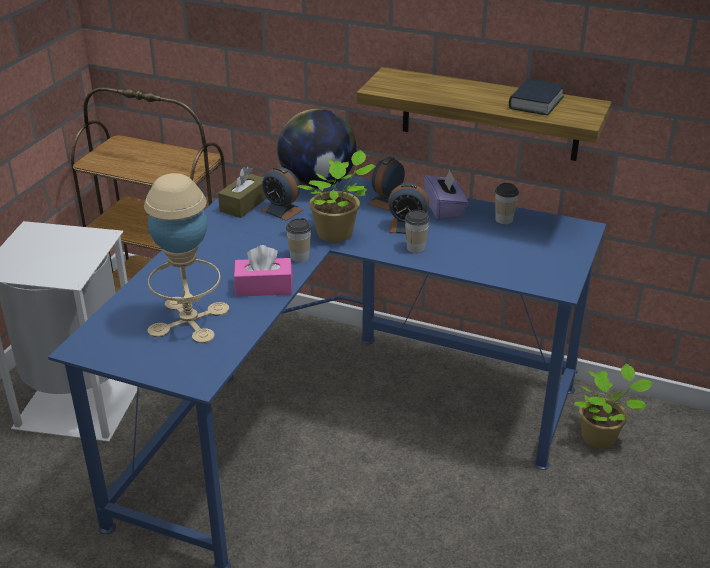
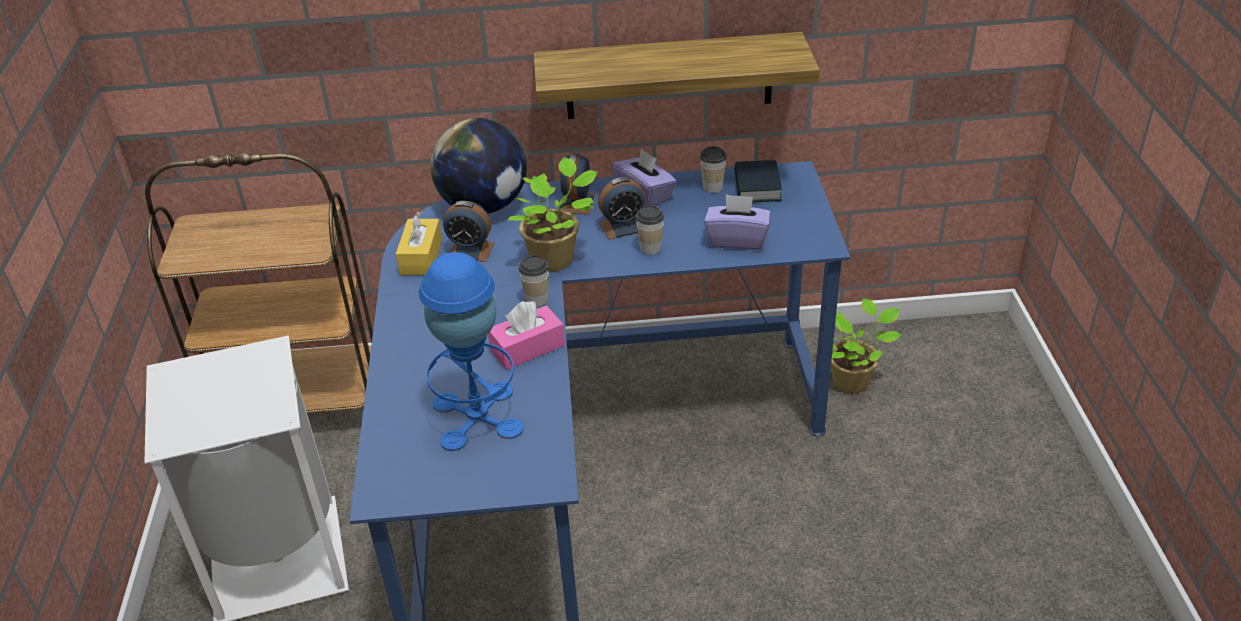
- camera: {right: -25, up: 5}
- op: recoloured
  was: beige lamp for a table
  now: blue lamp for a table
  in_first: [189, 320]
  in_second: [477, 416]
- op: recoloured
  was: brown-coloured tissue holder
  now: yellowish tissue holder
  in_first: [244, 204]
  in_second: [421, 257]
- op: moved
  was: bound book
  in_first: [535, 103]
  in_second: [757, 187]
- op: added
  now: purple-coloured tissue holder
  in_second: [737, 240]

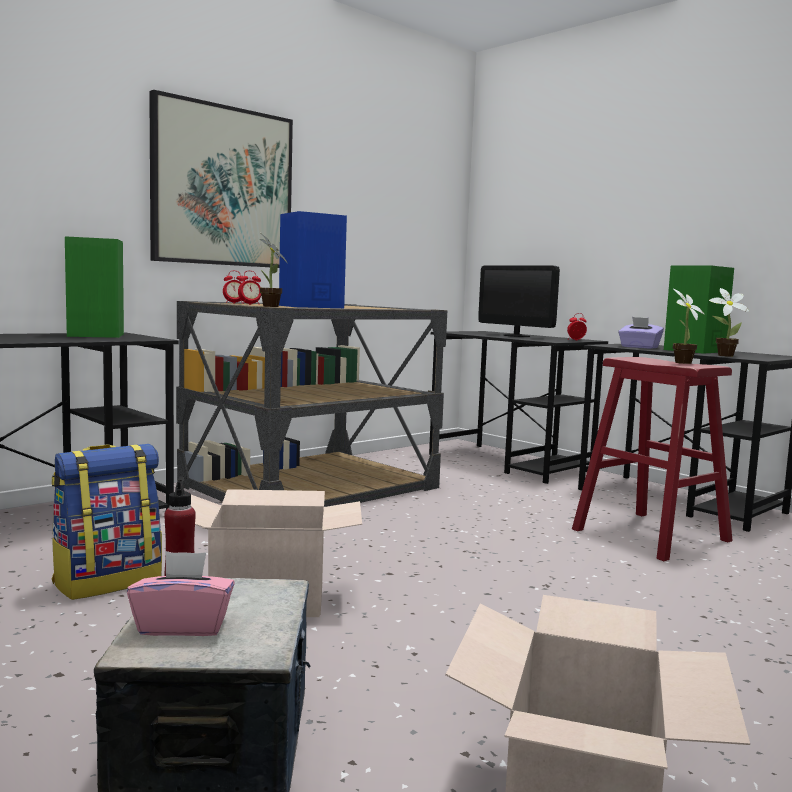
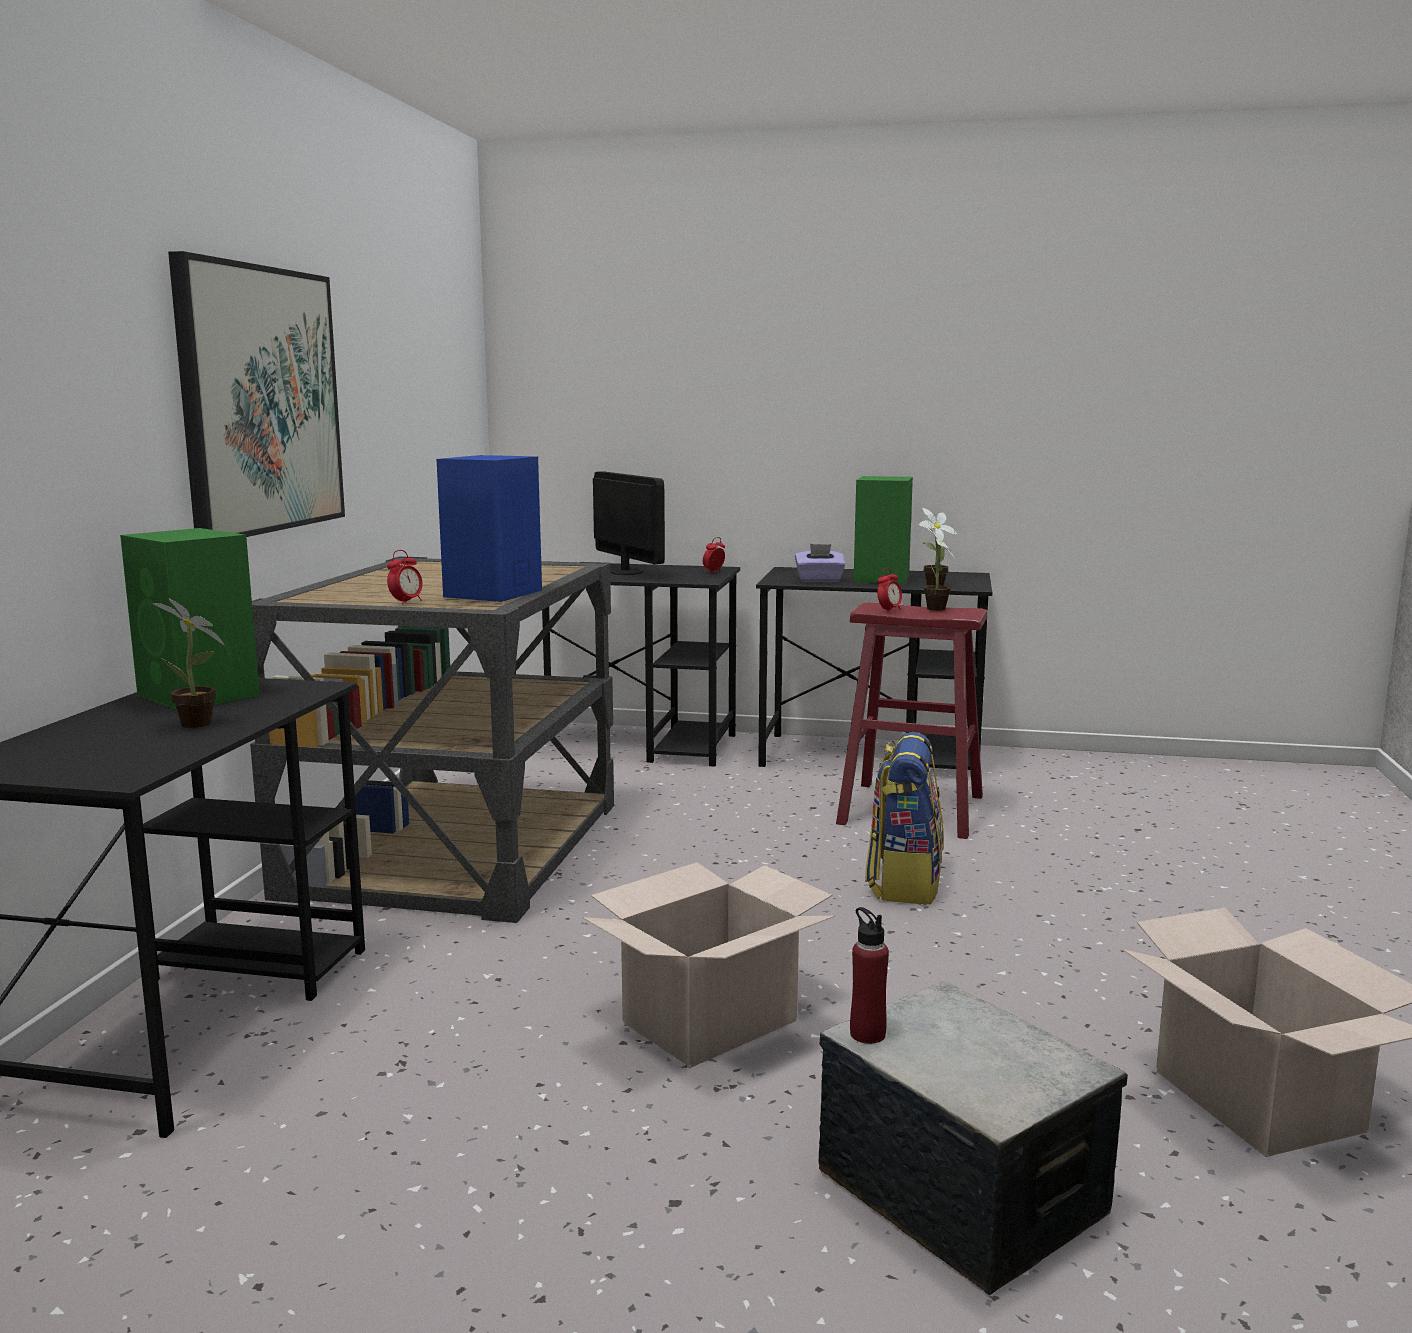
- camera: {right: -35, up: 5}
- op: moved
  was: rucksack
  in_first: [108, 581]
  in_second: [904, 883]
- op: removed
  was: pinkish tissue holder
  in_first: [183, 626]
- op: moved
  was: table clock
  in_first: [234, 303]
  in_second: [889, 610]
- op: moved
  was: potted plant
  in_first: [270, 306]
  in_second: [198, 725]
- op: turned
  was: computer display
  in_first: [516, 336]
  in_second: [625, 572]
  clockwise: -135

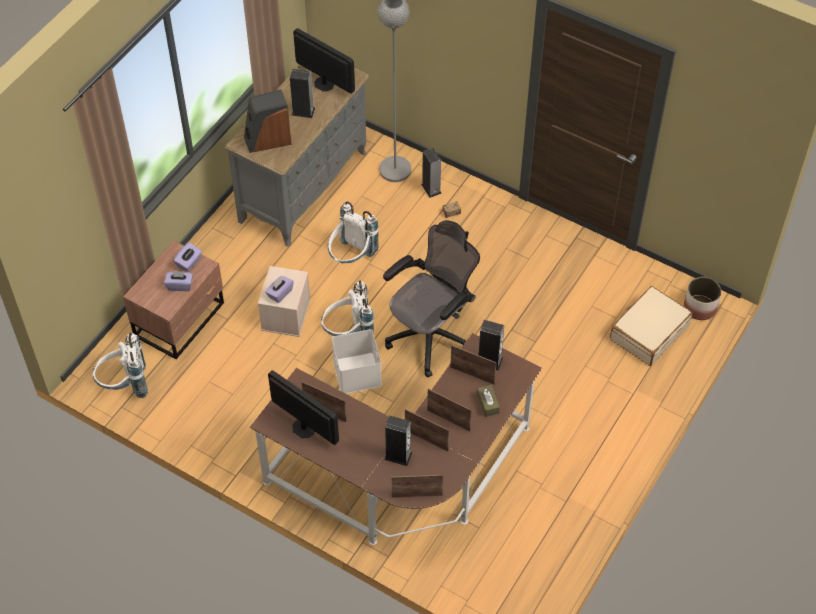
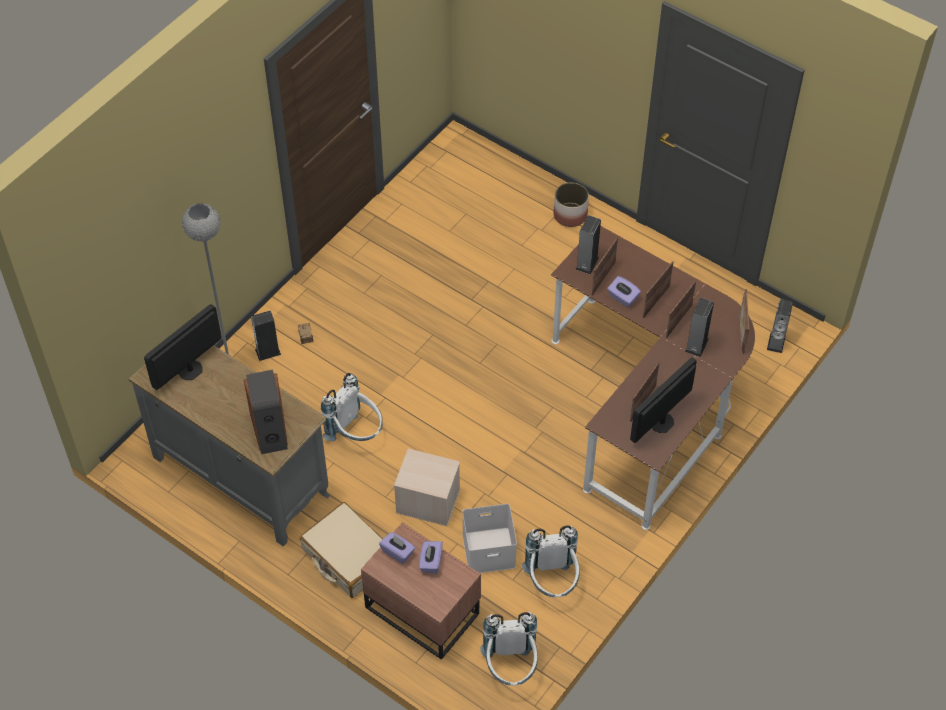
- camera: {right: -85, up: 0}
- op: moved
  was: purple-coloured tissue holder
  in_first: [280, 293]
  in_second: [622, 298]
- op: moved
  was: audio speaker
  in_first: [303, 111]
  in_second: [776, 342]
- op: moved
  was: whitish rucksack
  in_first: [349, 334]
  in_second: [552, 582]
- op: moved
  was: whitish storage bin
  in_first: [356, 372]
  in_second: [488, 551]
- op: removed
  was: computer chair
  in_first: [431, 336]
- op: removed
  was: brown-coloured tissue holder
  in_first: [488, 404]
- op: moved
  was: beige piece of luggage
  in_first: [648, 332]
  in_second: [348, 557]
- op: moved
  was: planter
  in_first: [699, 307]
  in_second: [570, 215]

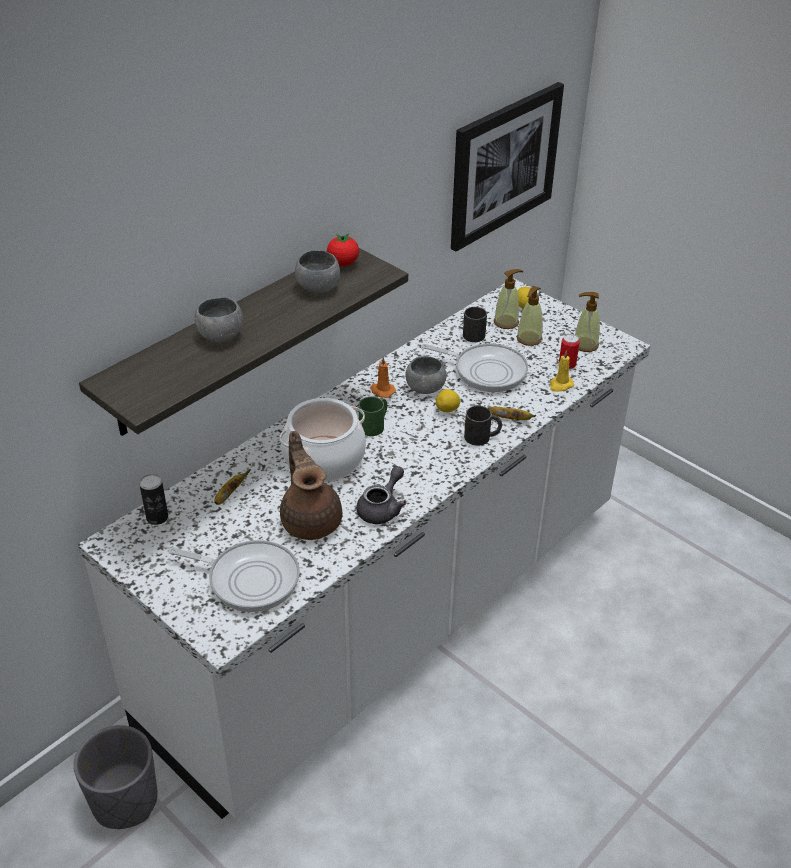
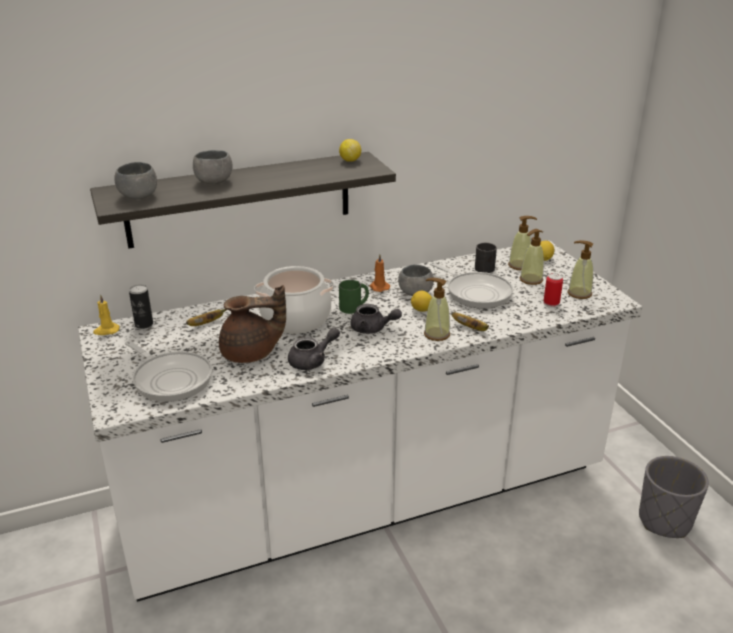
- camera: {right: 25, up: -10}
- op: moved
  was: grey planter
  in_first: [125, 801]
  in_second: [664, 520]
- op: turned
  was: brown-coloured pot for tea
  in_first: [311, 519]
  in_second: [251, 354]
  clockwise: 75
- op: moved
  was: grey serving bowl
  in_first: [318, 287]
  in_second: [138, 196]
- op: replaced
  was: fresh tomato
  now: whole lemon
  in_first: [343, 263]
  in_second: [350, 160]
- op: removed
  was: wall art
  in_first: [503, 165]
- op: replaced
  was: black-coloured tea mug
  now: soap bottle
  in_first: [482, 437]
  in_second: [436, 334]
- op: moved
  was: yellowish wax light
  in_first: [560, 385]
  in_second: [106, 330]
- op: added
  now: grey pot for tea
  in_second: [372, 329]

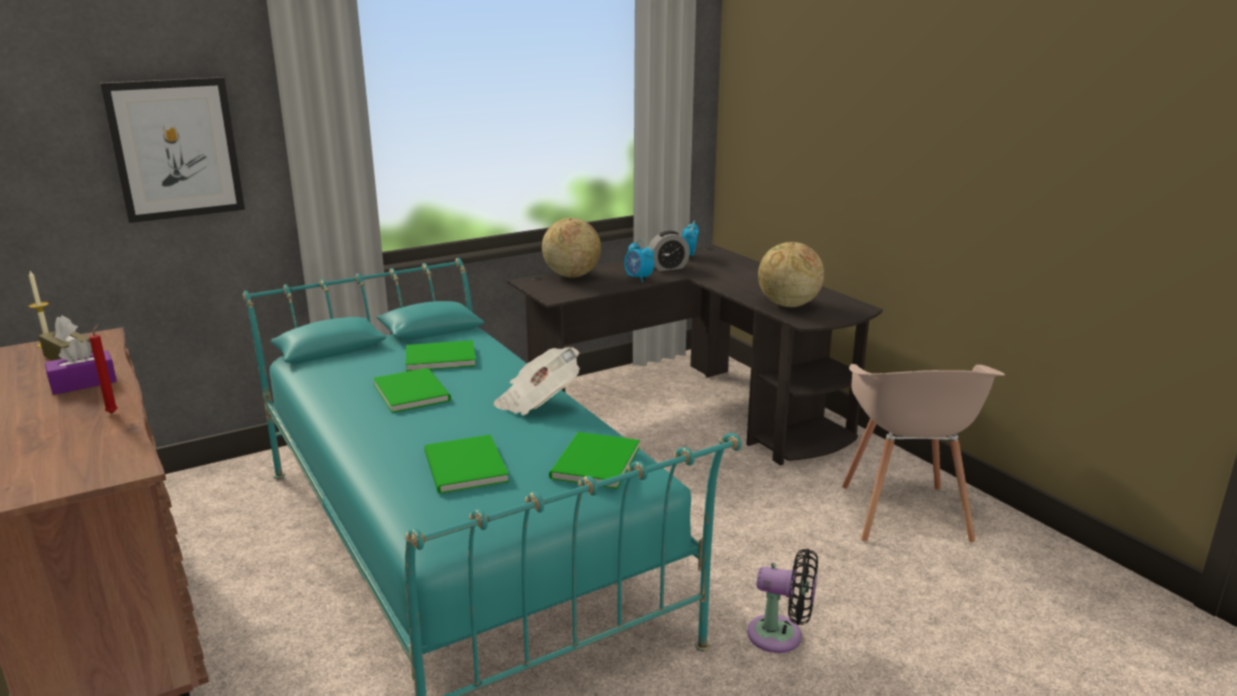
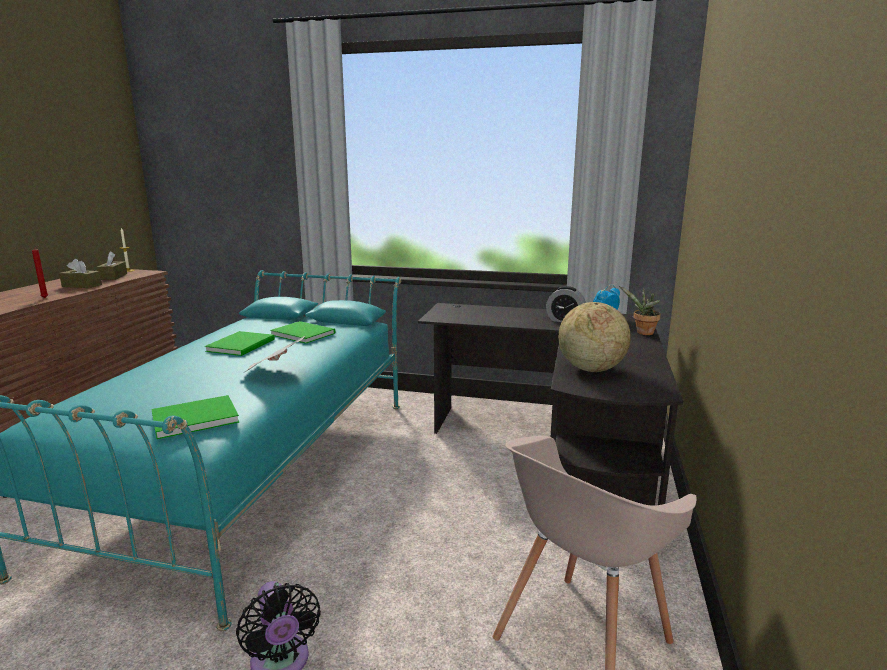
- camera: {right: 45, up: -5}
- op: recoloured
  was: purple-coloured tissue holder
  now: brown-coloured tissue holder
  in_first: [83, 383]
  in_second: [82, 285]
- op: removed
  was: wall art
  in_first: [175, 149]
- op: removed
  was: greenish bound book
  in_first: [464, 468]
- op: removed
  was: world globe
  in_first: [571, 275]
- op: removed
  was: table clock
  in_first: [638, 278]
- op: added
  now: potted plant
  in_second: [642, 333]

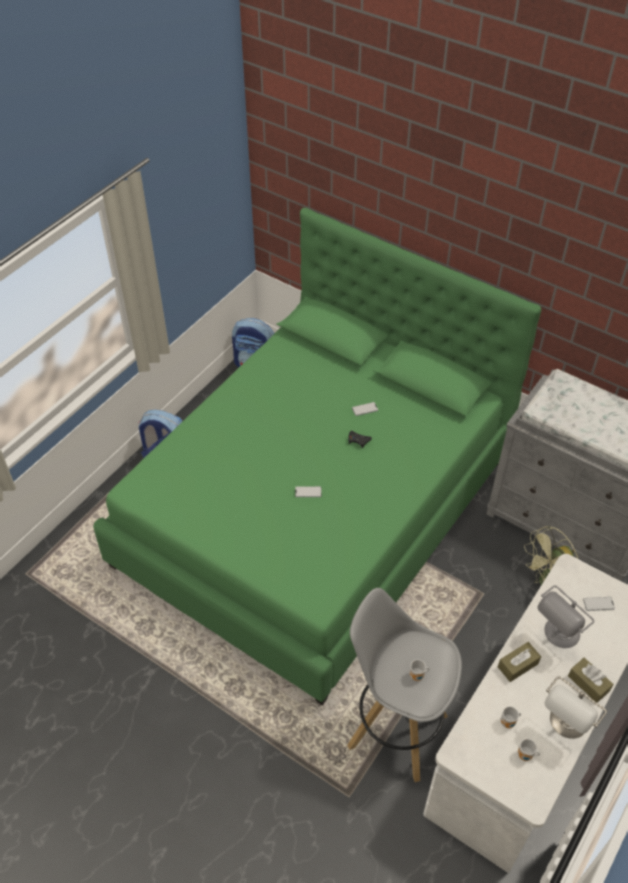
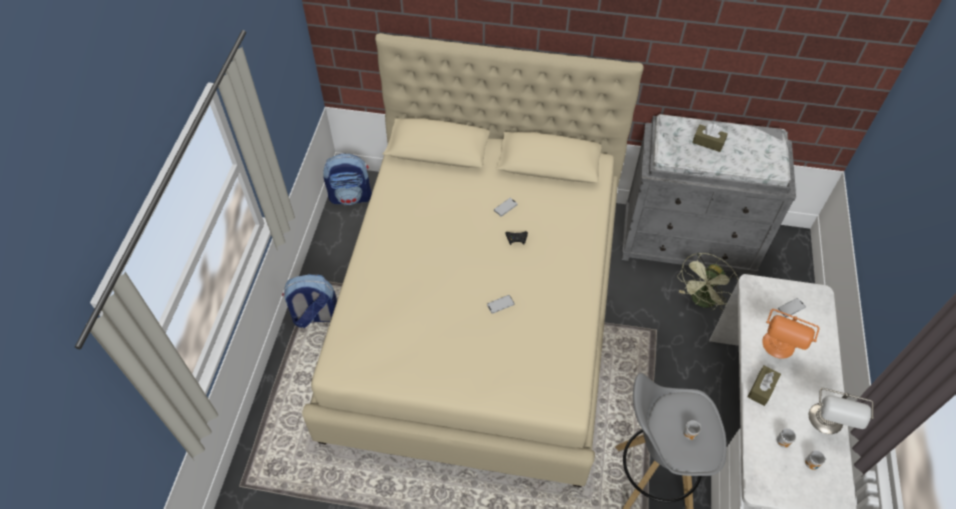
- camera: {right: -25, up: 5}
- op: recoloured
  was: greenish bed
  now: beige bed
  in_first: [314, 511]
  in_second: [478, 313]
- op: recoloured
  was: grey lamp for a table
  now: orangey lamp for a table
  in_first: [557, 637]
  in_second: [777, 350]
- op: moved
  was: brown-coloured tissue holder
  in_first: [588, 683]
  in_second: [708, 142]

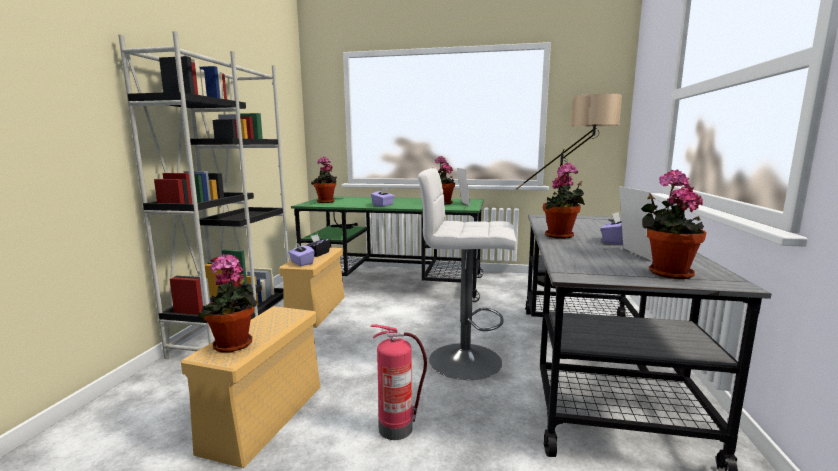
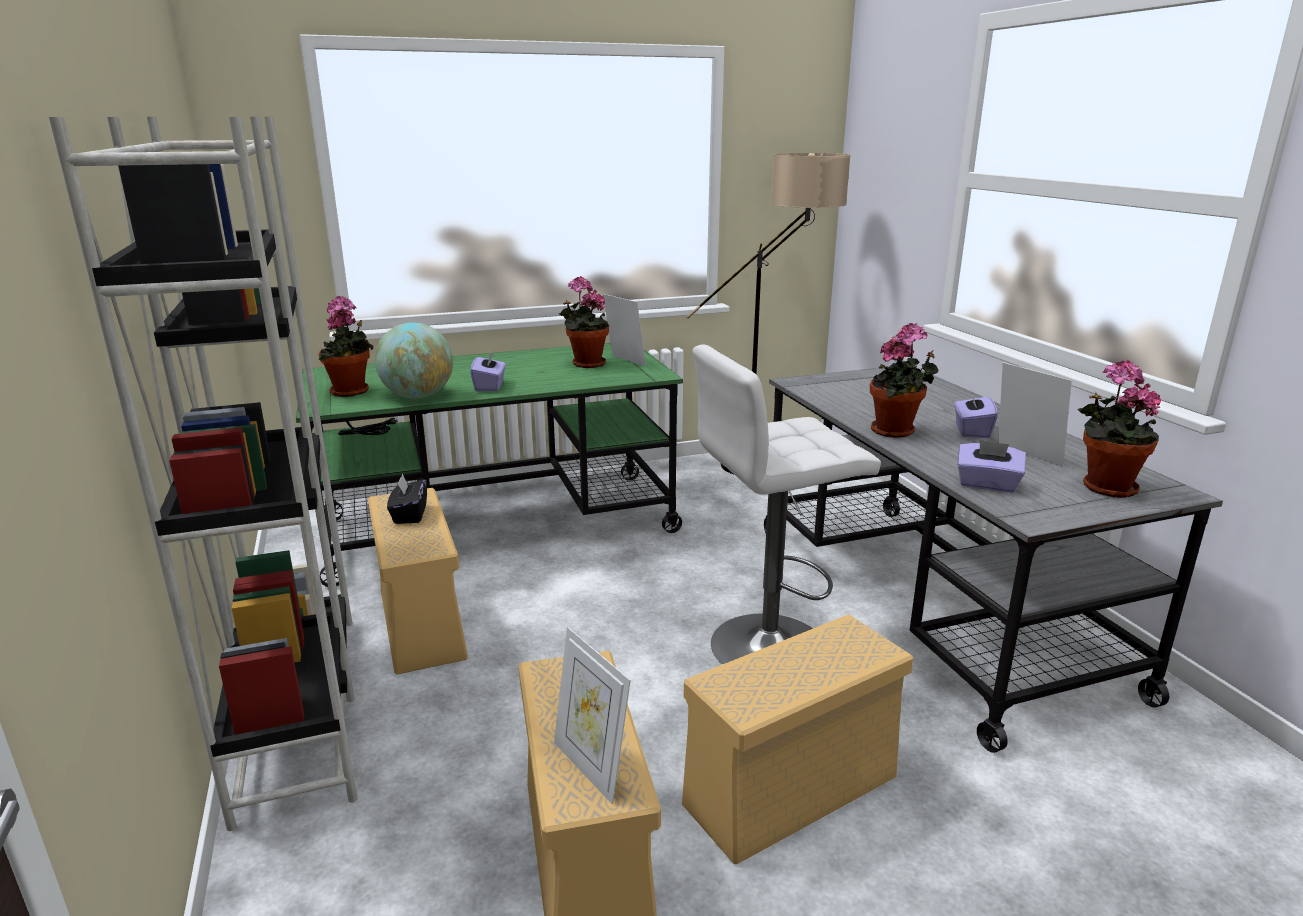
- camera: {right: -30, up: 10}
- op: replaced
  was: potted plant
  now: photo frame
  in_first: [234, 346]
  in_second: [591, 767]
- op: moved
  was: purple-coloured tissue holder
  in_first: [301, 263]
  in_second: [987, 485]
- op: replaced
  was: fire extinguisher
  now: beige storage bin
  in_first: [397, 428]
  in_second: [793, 789]
- op: added
  now: world globe
  in_second: [418, 396]

